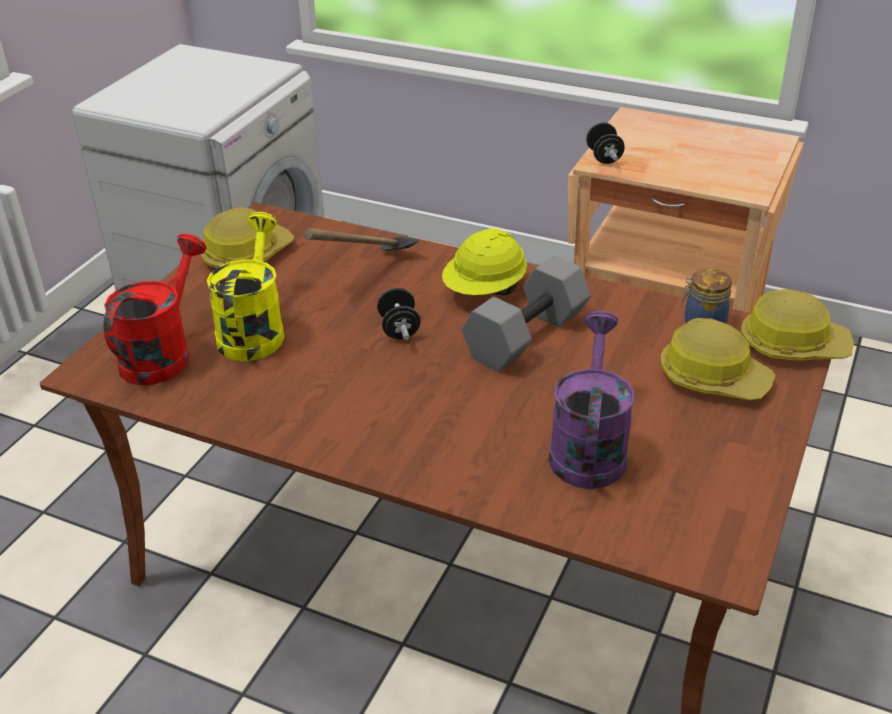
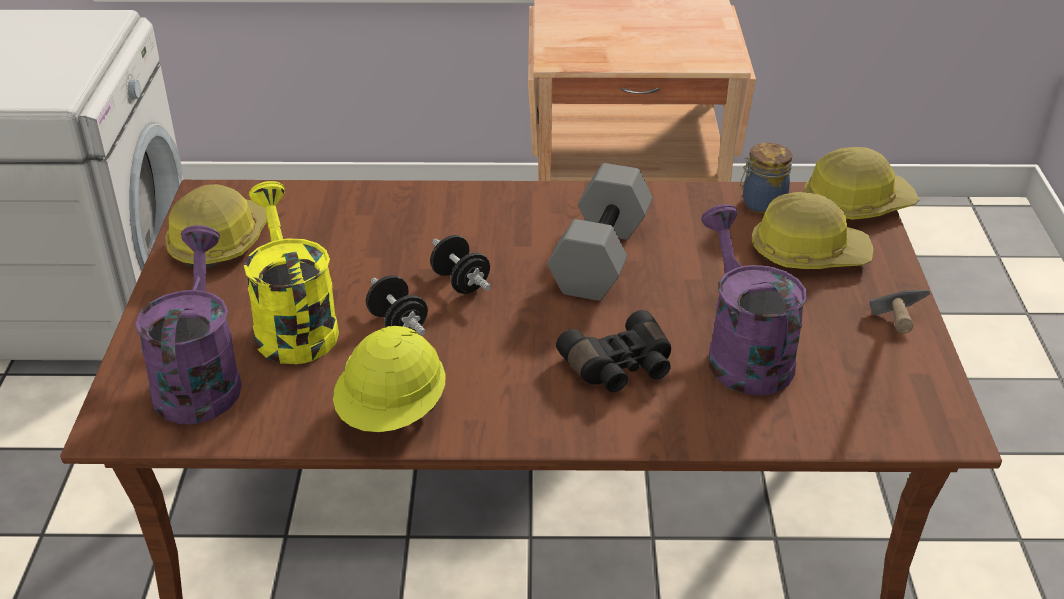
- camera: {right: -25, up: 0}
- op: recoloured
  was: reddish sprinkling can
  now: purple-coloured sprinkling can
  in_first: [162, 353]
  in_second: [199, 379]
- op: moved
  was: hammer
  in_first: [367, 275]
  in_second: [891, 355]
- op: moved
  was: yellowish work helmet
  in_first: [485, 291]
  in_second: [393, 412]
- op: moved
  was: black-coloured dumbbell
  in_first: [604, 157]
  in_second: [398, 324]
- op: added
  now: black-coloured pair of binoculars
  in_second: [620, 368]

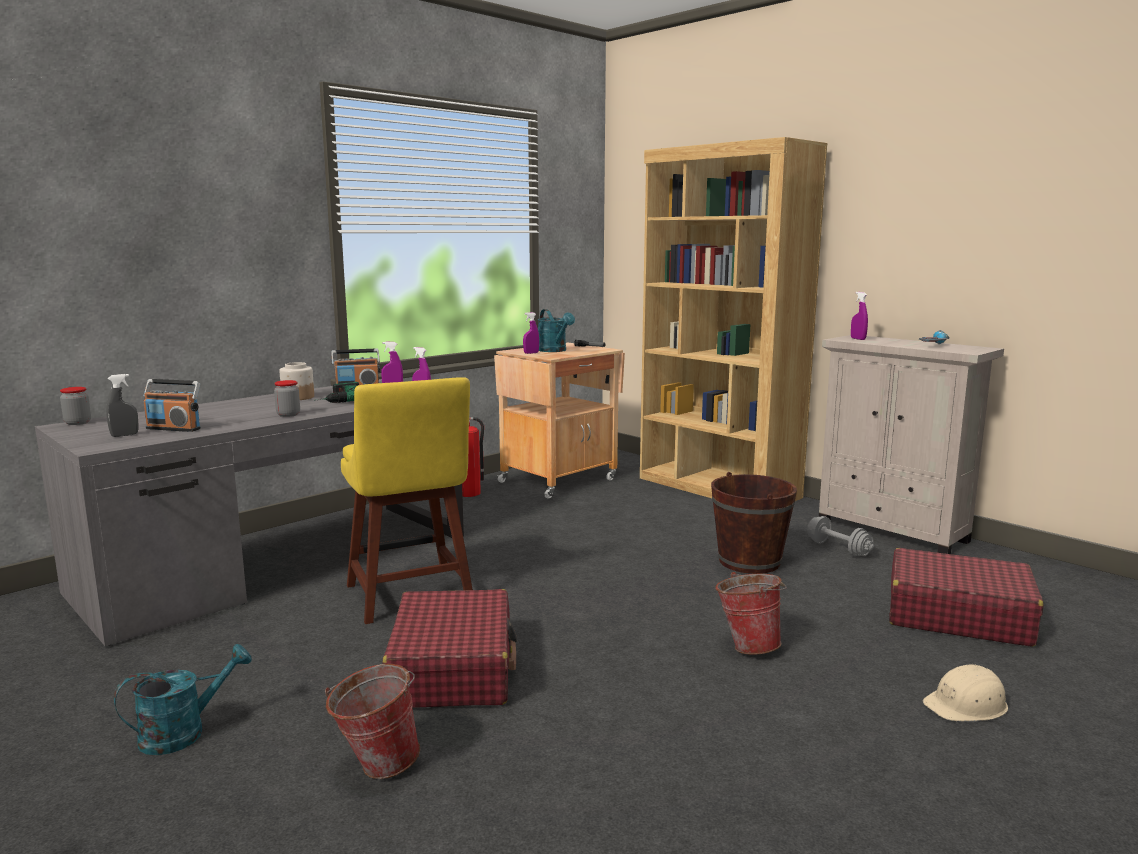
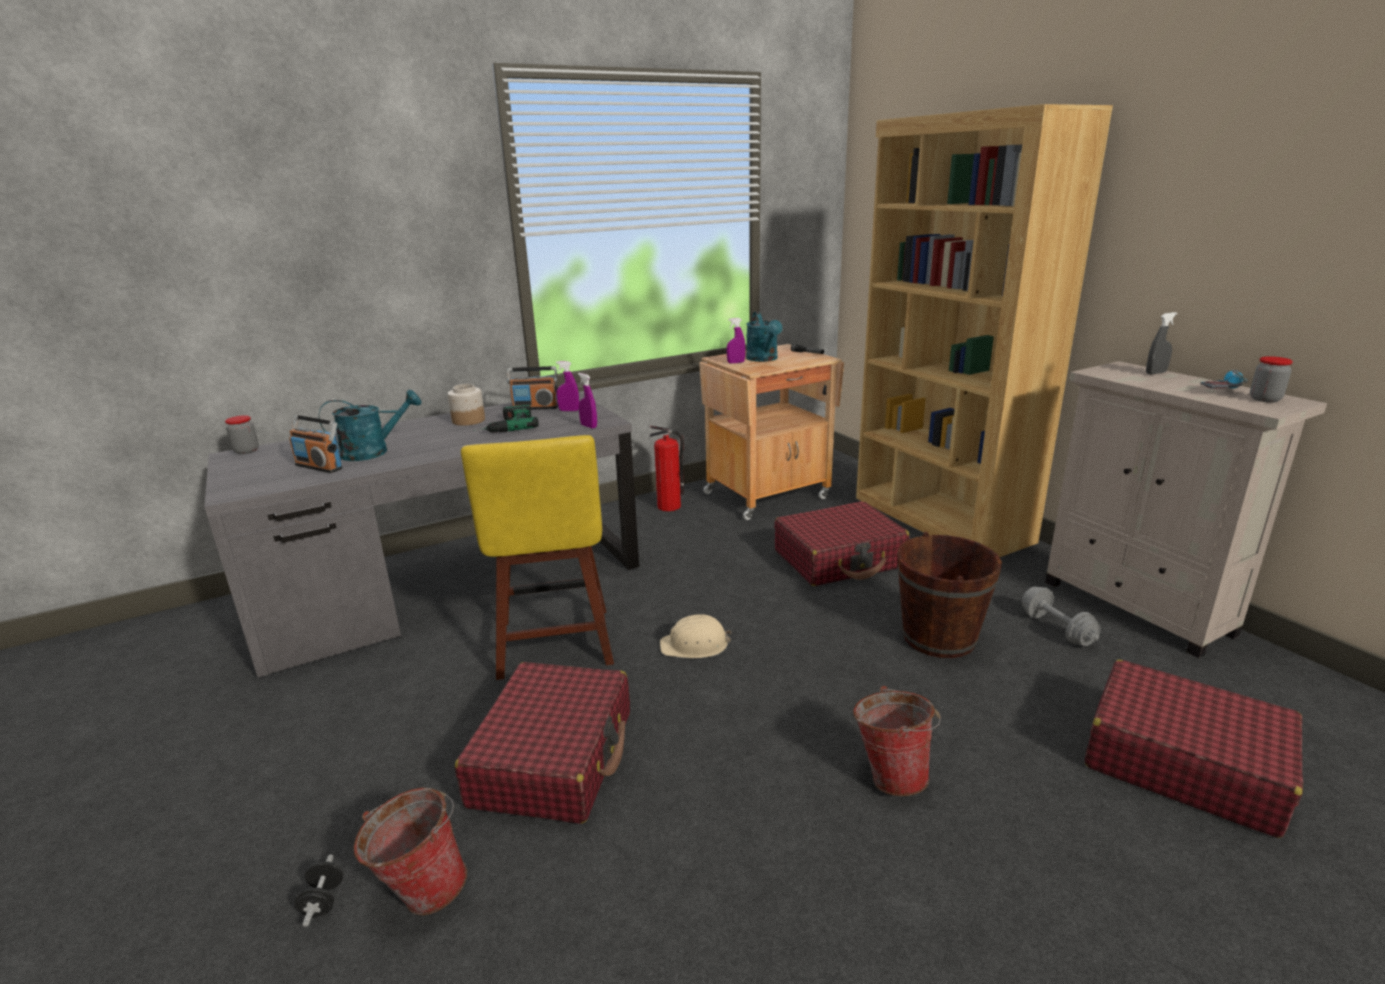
- camera: {right: 15, up: 10}
- op: moved
  was: grey sprayer
  in_first: [124, 435]
  in_second: [1155, 373]
- op: moved
  was: turquoise-coloured sprinkling can
  in_first: [184, 733]
  in_second: [374, 452]
- op: moved
  was: storage jar
  in_first: [288, 415]
  in_second: [1265, 399]
- op: removed
  was: purple-coloured sprayer
  in_first: [858, 339]
- op: moved
  was: beige work helmet
  in_first: [967, 705]
  in_second: [695, 645]
- op: added
  now: black-coloured dumbbell
  in_second: [323, 901]
- op: added
  now: reddish piece of luggage
  in_second: [839, 559]

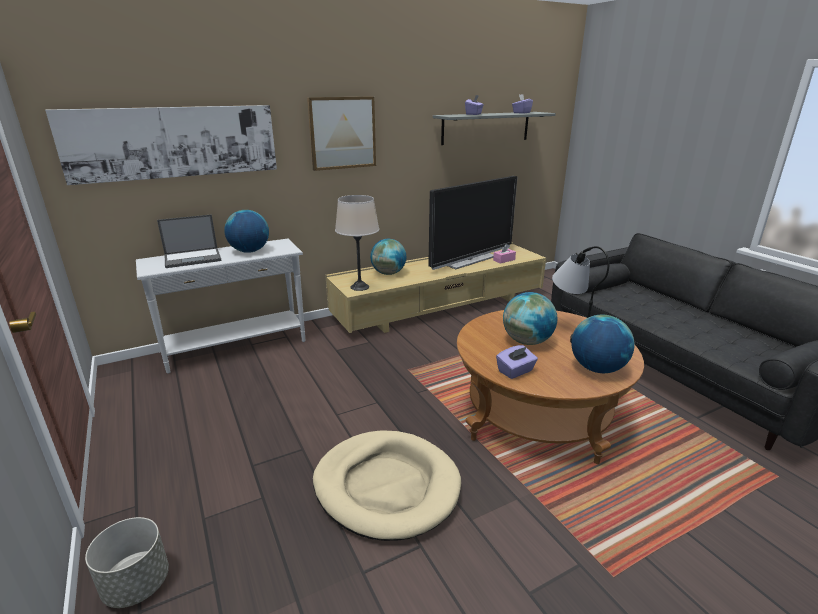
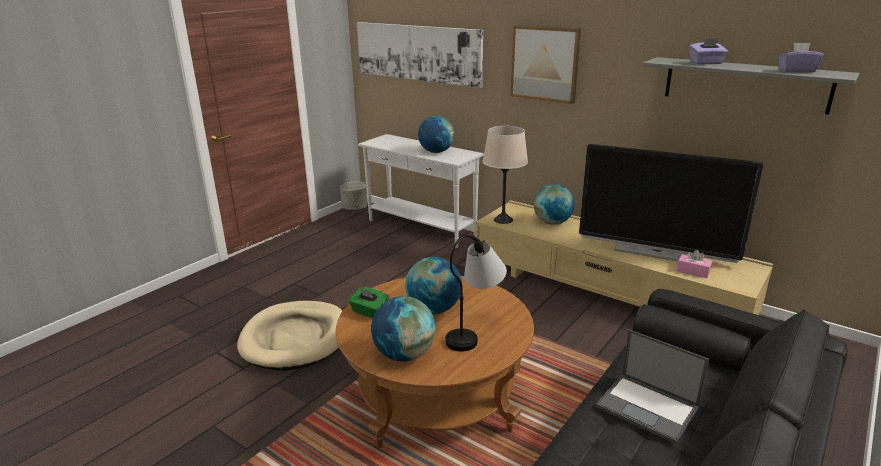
- camera: {right: 65, up: 0}
- op: moved
  was: grey planter
  in_first: [136, 584]
  in_second: [355, 208]
- op: moved
  was: portable computer
  in_first: [193, 258]
  in_second: [648, 407]
- op: recoloured
  was: purple-coloured tissue holder
  now: greenish tissue holder
  in_first: [515, 371]
  in_second: [369, 312]

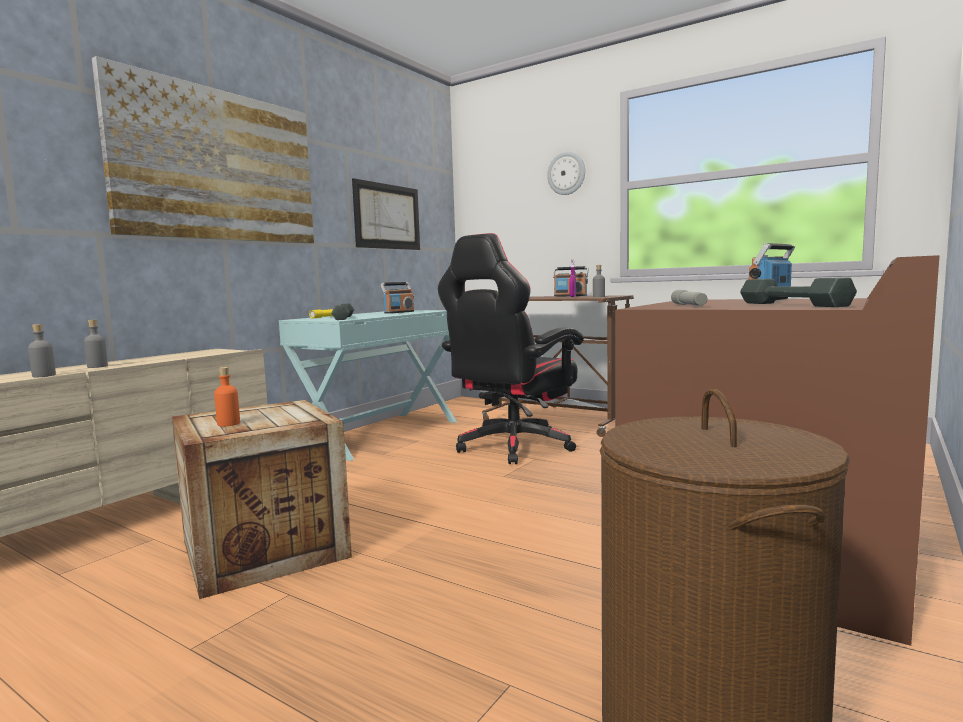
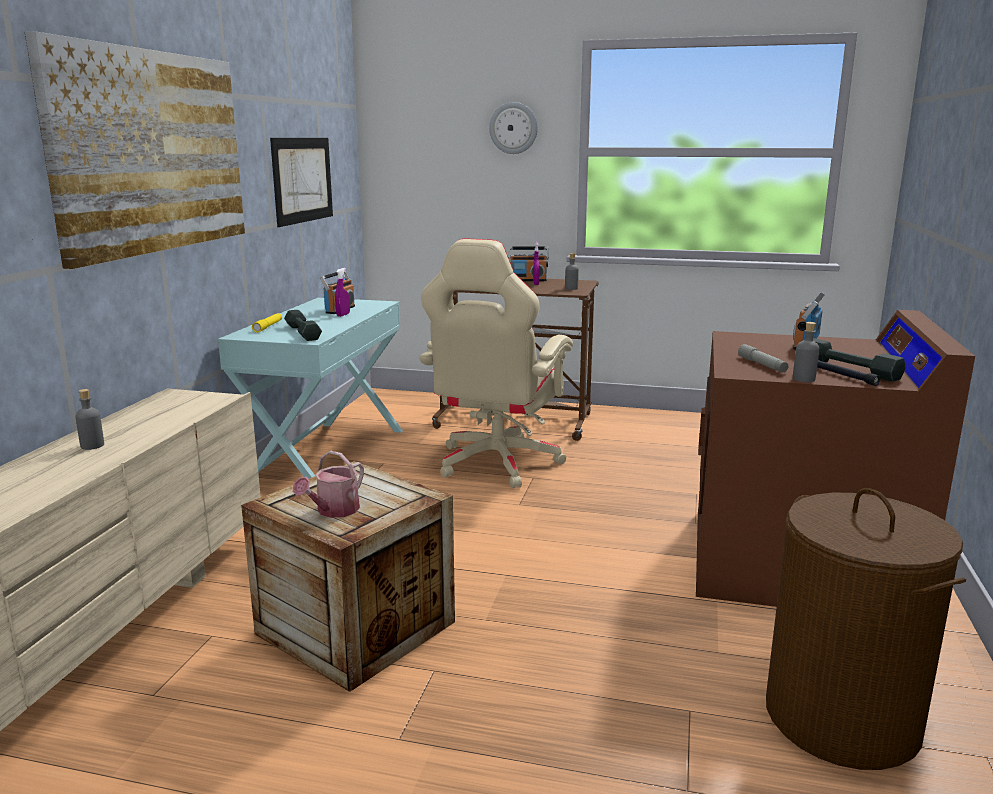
- camera: {right: -20, up: 10}
- op: moved
  was: grey bottle
  in_first: [44, 375]
  in_second: [803, 379]
- op: replaced
  was: orangey bottle
  now: sprinkling can
  in_first: [228, 424]
  in_second: [334, 511]
- op: recoloured
  was: black-coloured computer chair
  now: beige computer chair
  in_first: [514, 446]
  in_second: [498, 462]
- op: added
  now: purple-coloured sprayer
  in_second: [343, 315]
- op: added
  now: black-coloured torch
  in_second: [844, 377]

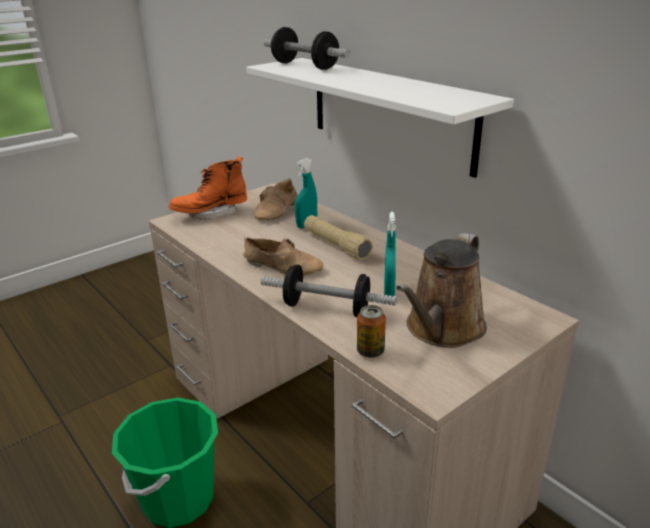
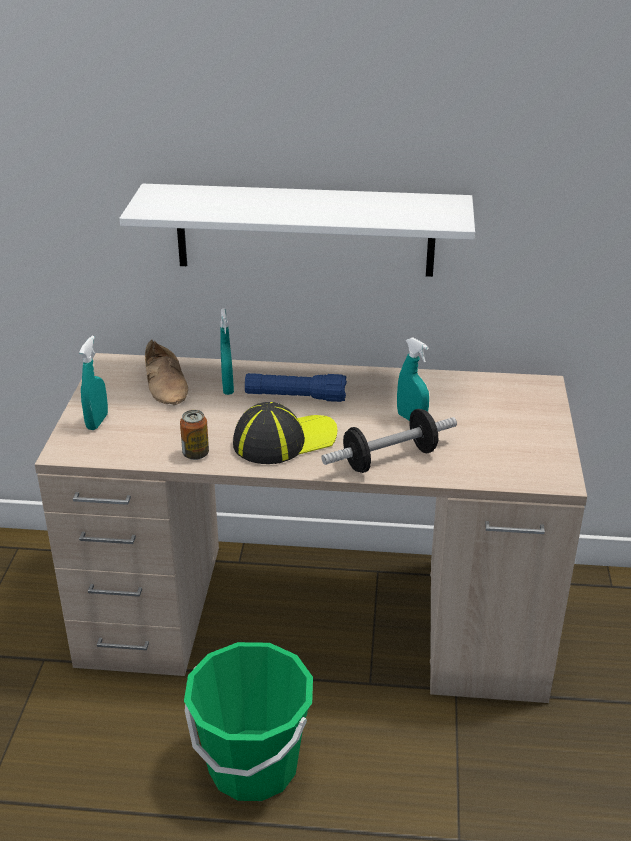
- camera: {right: -45, up: 5}
- op: replaced
  was: orangey boot
  now: turquoise-coloured sprayer
  in_first: [210, 213]
  in_second: [97, 422]
- op: replaced
  was: beige shoe
  now: baseball cap
  in_first: [283, 265]
  in_second: [284, 440]
- op: removed
  was: dumbbell
  in_first: [305, 66]
- op: recoloured
  was: beige torch
  now: blue torch
  in_first: [336, 245]
  in_second: [295, 397]
- op: moved
  was: metal can
  in_first: [370, 351]
  in_second: [195, 454]
- op: removed
  was: brown-coloured sprinkling can
  in_first: [442, 329]

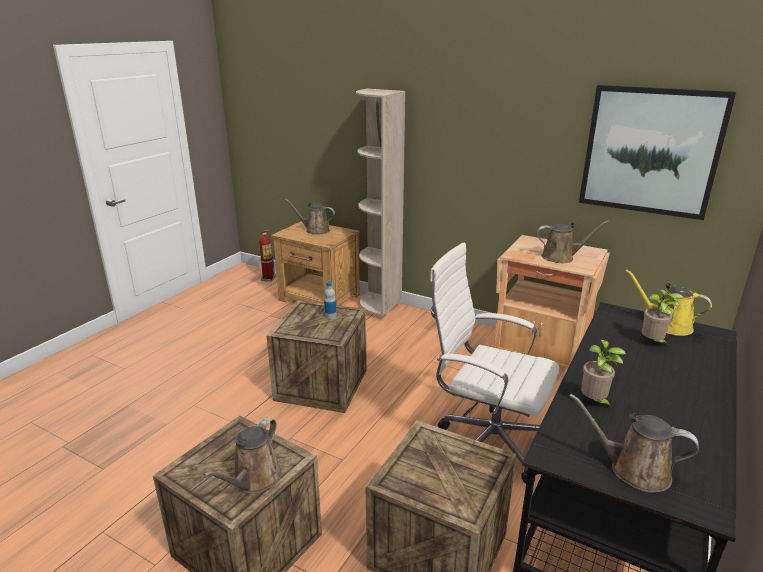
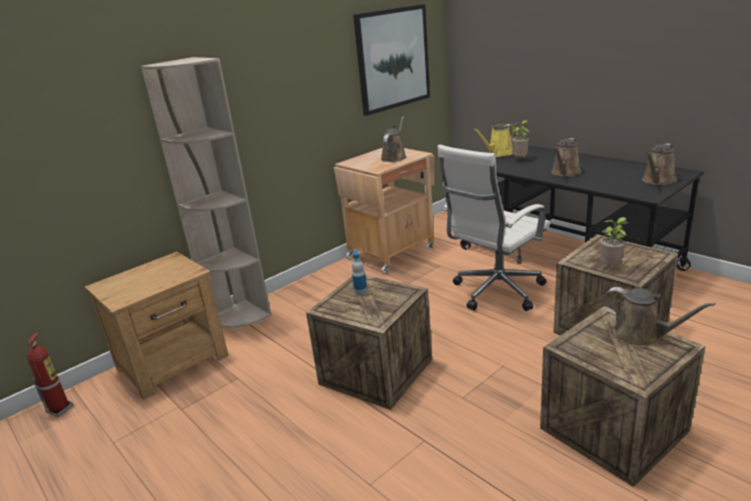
- camera: {right: -70, up: 0}
- op: moved
  was: brown-coloured sprinkling can
  in_first: [315, 230]
  in_second: [565, 173]
- op: moved
  was: potted plant
  in_first: [594, 402]
  in_second: [611, 268]

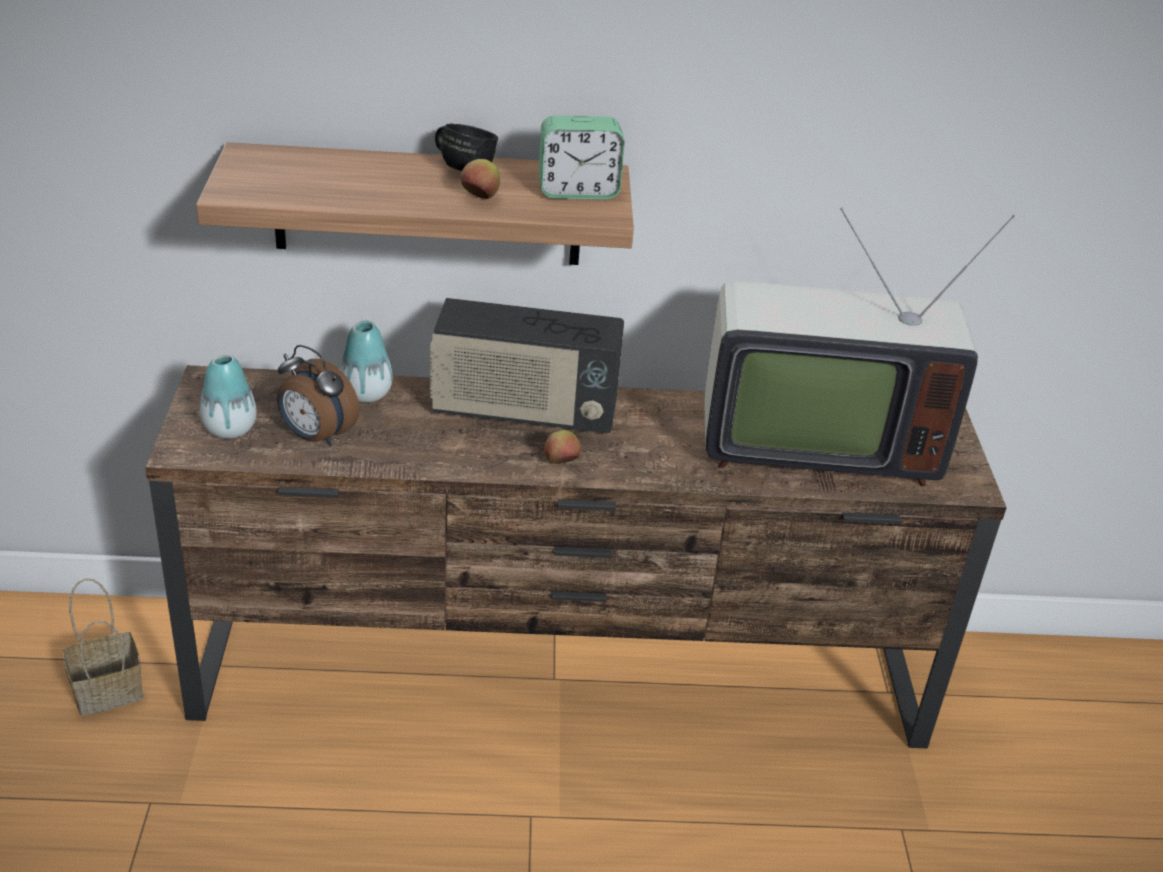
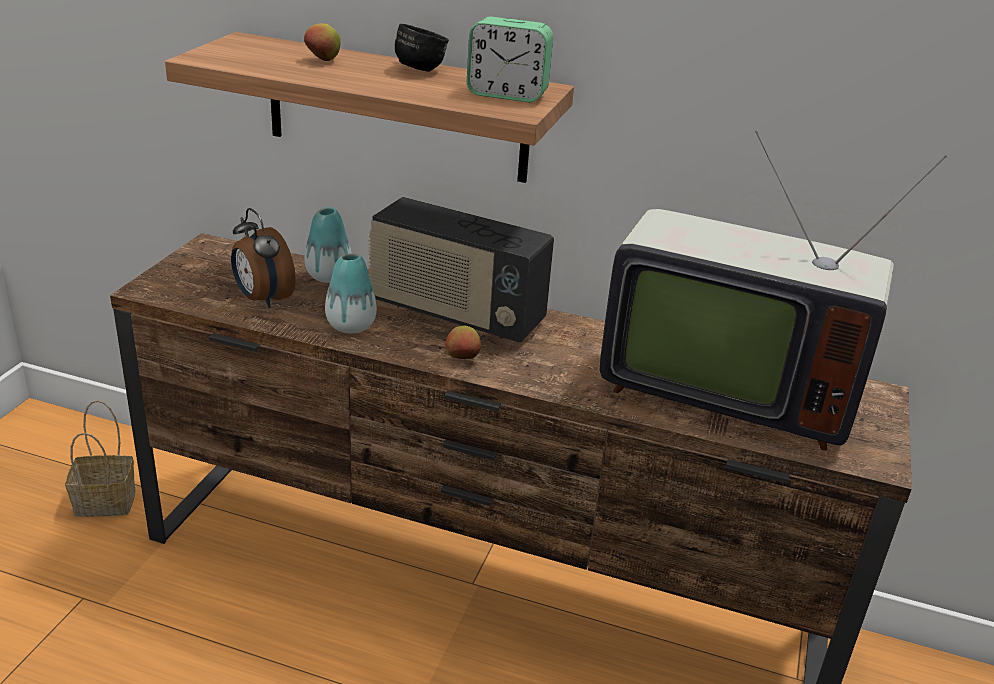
- camera: {right: 20, up: -5}
- op: moved
  was: decorative vase
  in_first: [230, 429]
  in_second: [351, 326]
- op: moved
  was: whole apple
  in_first: [480, 198]
  in_second: [323, 60]

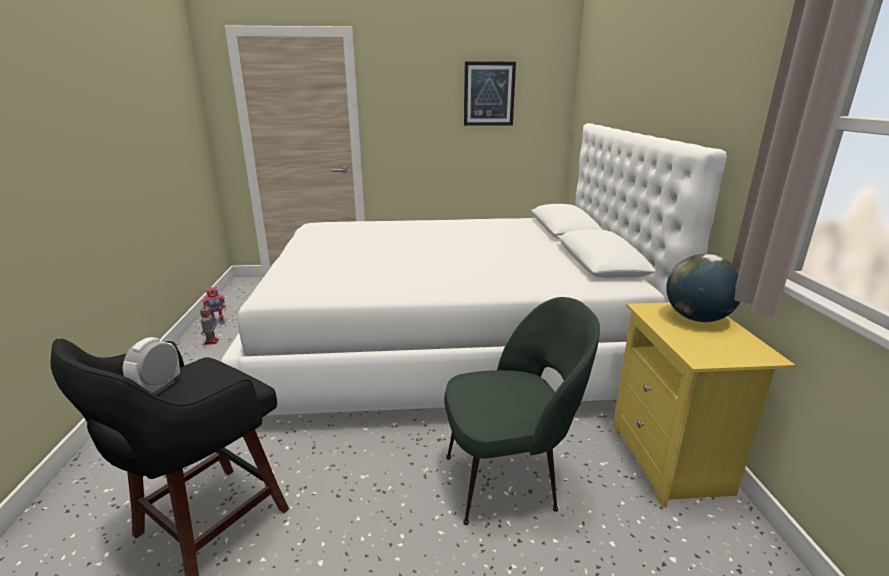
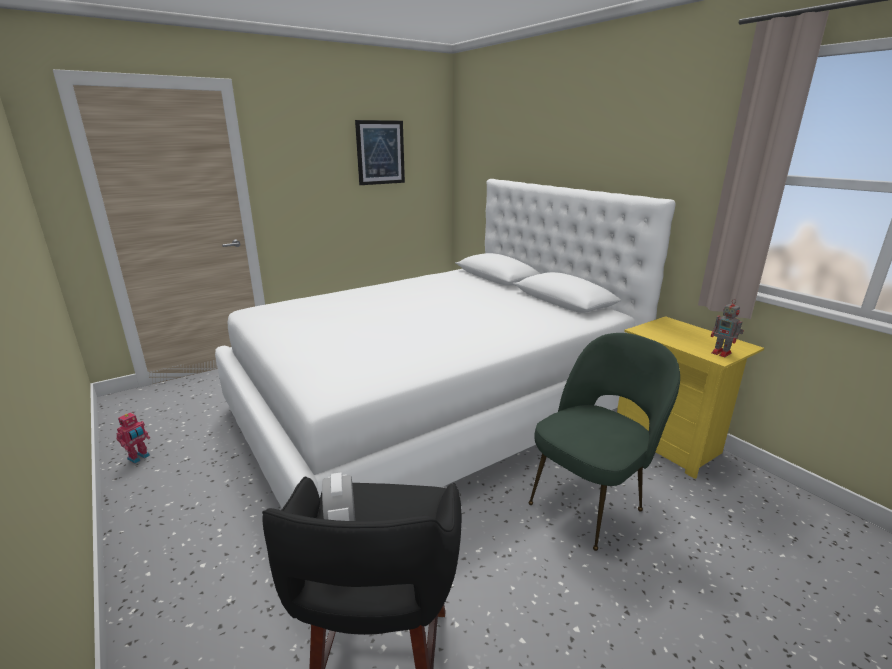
- camera: {right: -30, up: 0}
- op: moved
  was: toy robot
  in_first: [211, 342]
  in_second: [722, 353]
- op: removed
  was: world globe
  in_first: [697, 318]

